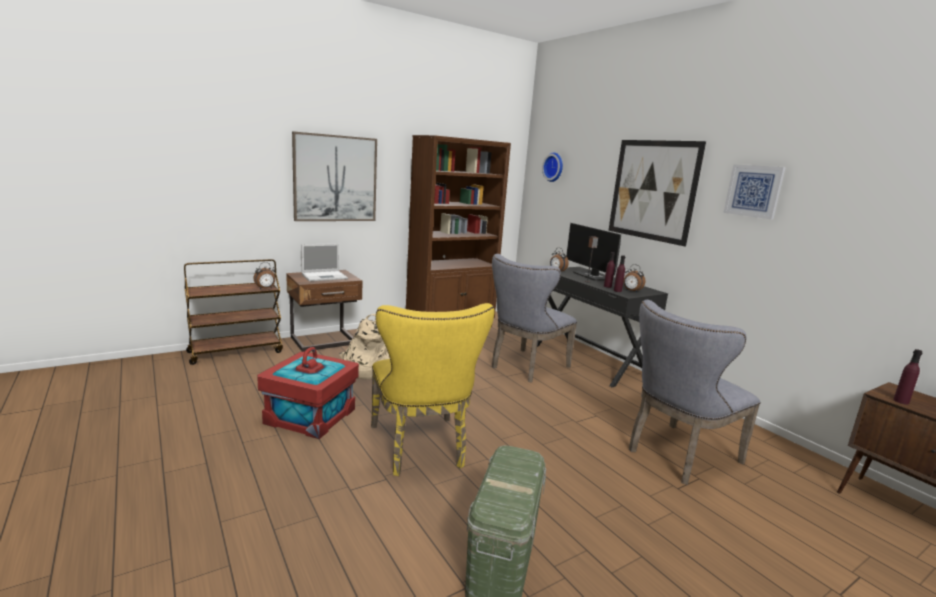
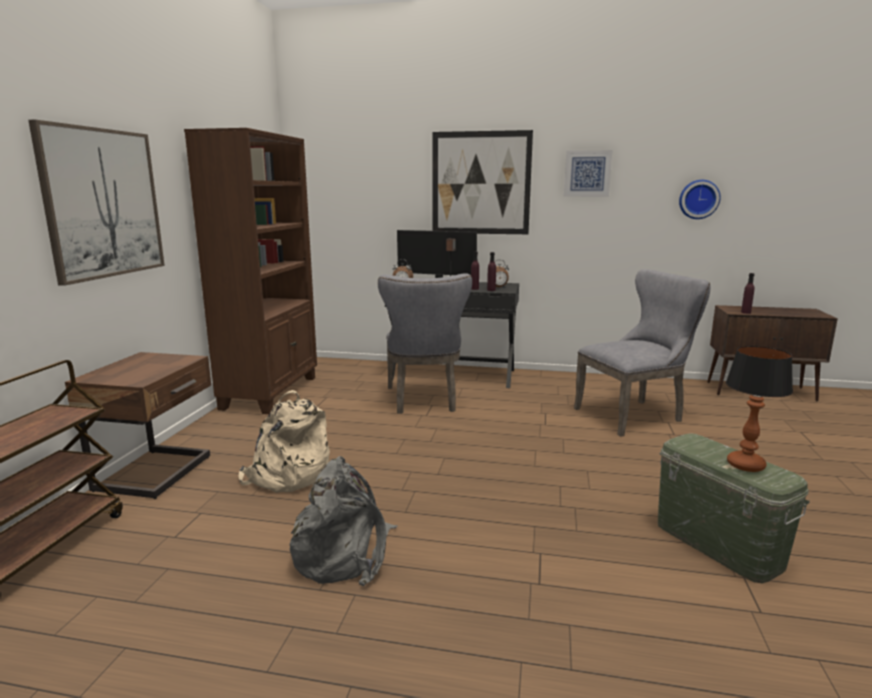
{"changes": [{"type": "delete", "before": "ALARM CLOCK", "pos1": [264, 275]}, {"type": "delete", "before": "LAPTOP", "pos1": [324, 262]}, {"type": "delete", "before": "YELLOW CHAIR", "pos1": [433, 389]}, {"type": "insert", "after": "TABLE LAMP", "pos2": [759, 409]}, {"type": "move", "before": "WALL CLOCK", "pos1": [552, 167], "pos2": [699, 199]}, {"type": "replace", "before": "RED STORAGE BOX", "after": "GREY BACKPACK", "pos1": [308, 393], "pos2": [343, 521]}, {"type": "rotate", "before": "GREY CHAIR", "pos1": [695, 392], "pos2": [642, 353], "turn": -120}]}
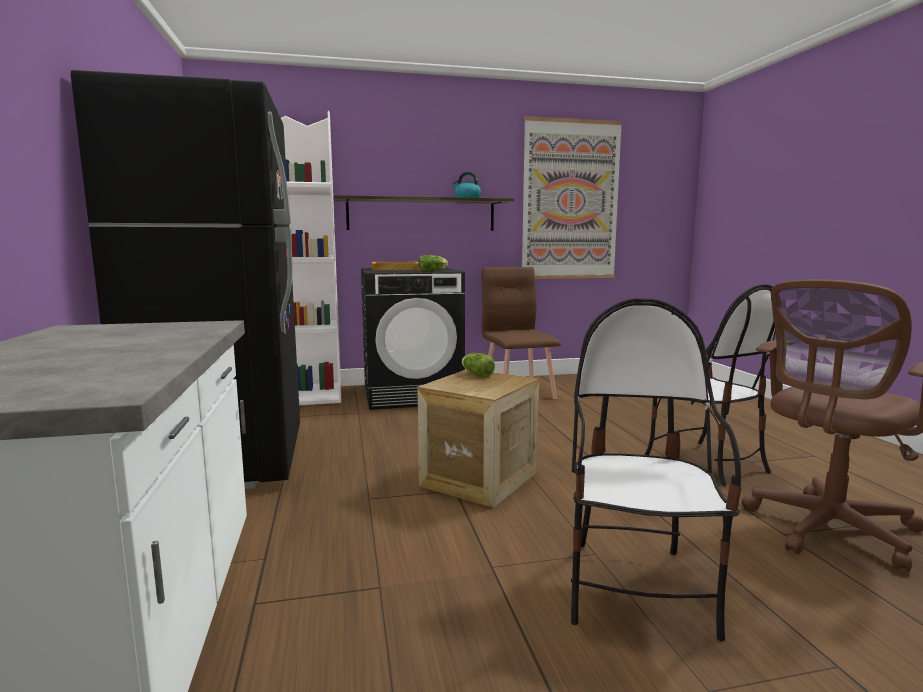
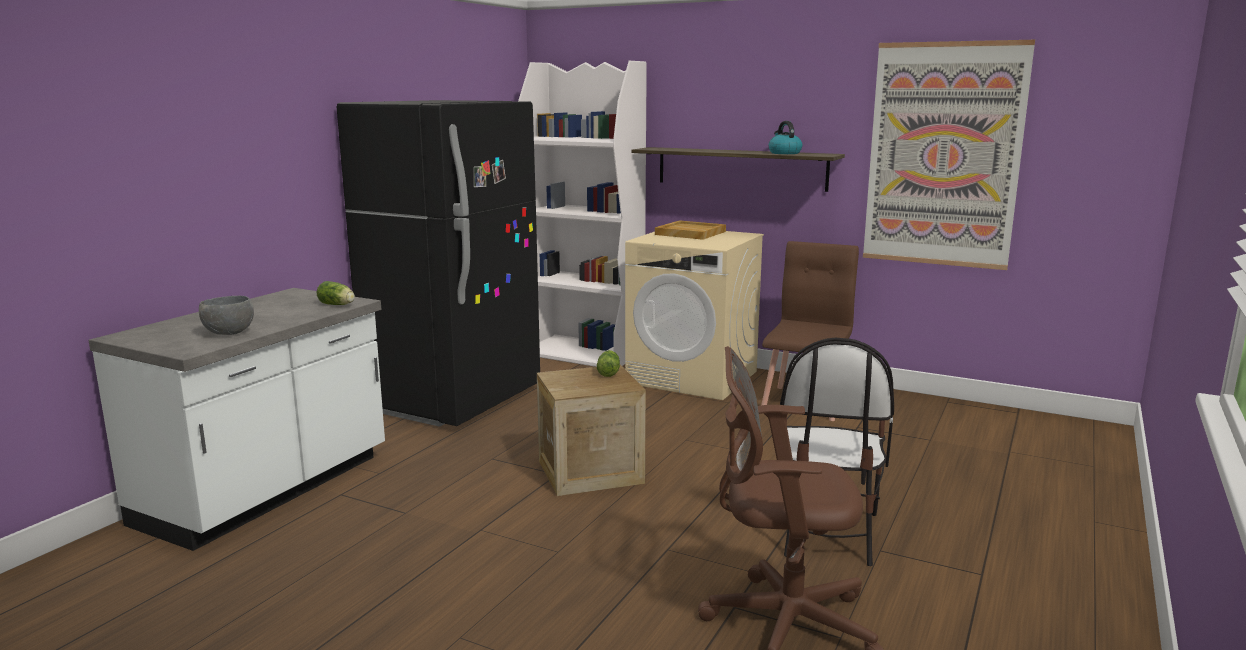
{"changes": [{"type": "delete", "before": "CHAIR", "pos1": [656, 469]}, {"type": "insert", "after": "GREY BOWL", "pos2": [226, 315]}, {"type": "move", "before": "LETTUCE", "pos1": [433, 263], "pos2": [336, 293]}, {"type": "recolor", "before": "BLACK WASHING MACHINE", "after": "BEIGE WASHING MACHINE", "pos1": [413, 339], "pos2": [694, 315]}]}
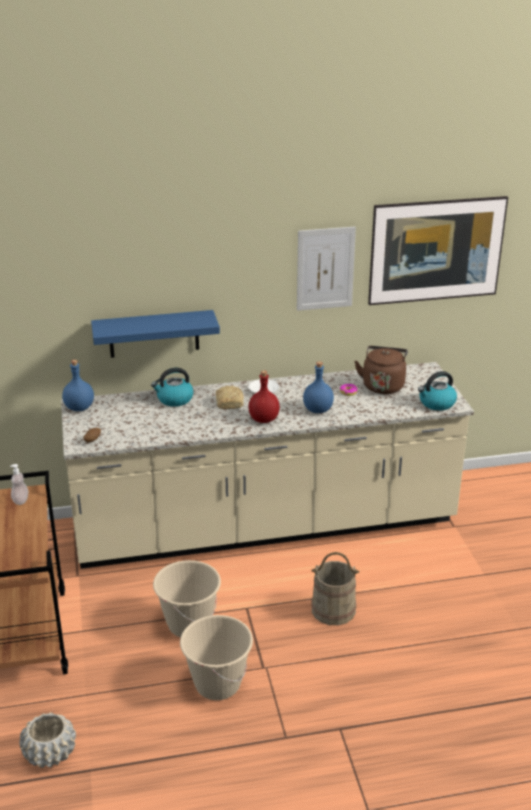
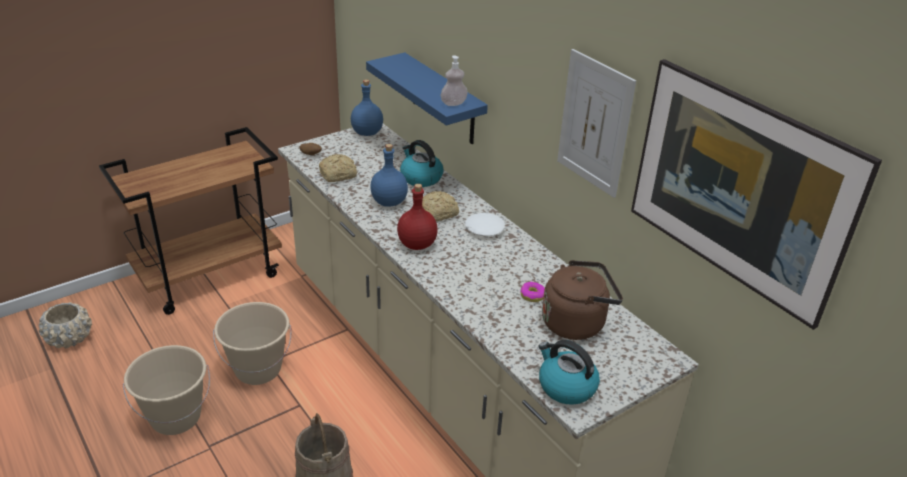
{"changes": [{"type": "insert", "after": "BREAD", "pos2": [338, 168]}, {"type": "move", "before": "SOAP DISPENSER", "pos1": [19, 484], "pos2": [454, 80]}, {"type": "move", "before": "BLUE BOTTLE", "pos1": [318, 387], "pos2": [389, 175]}]}
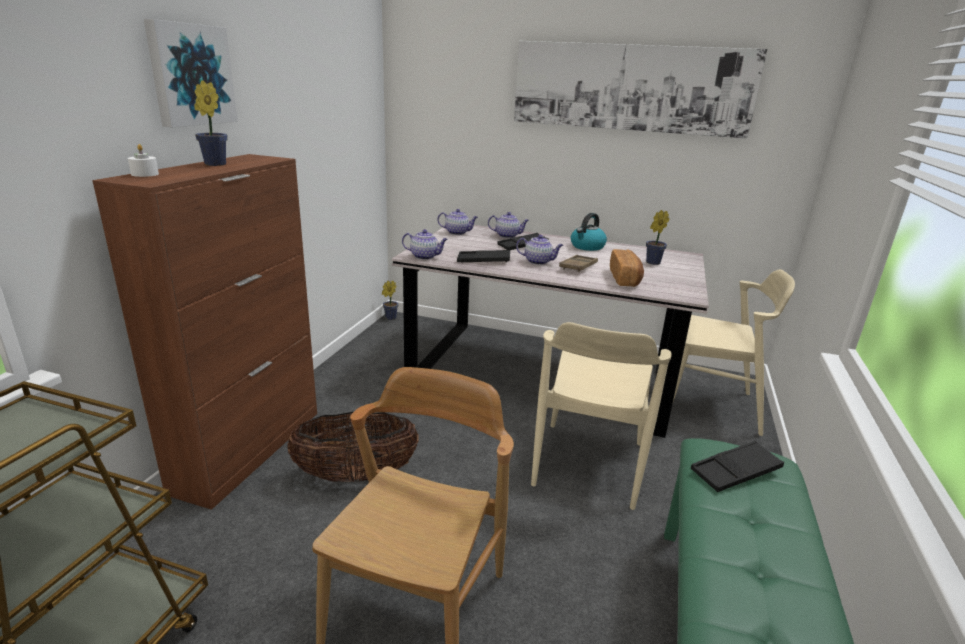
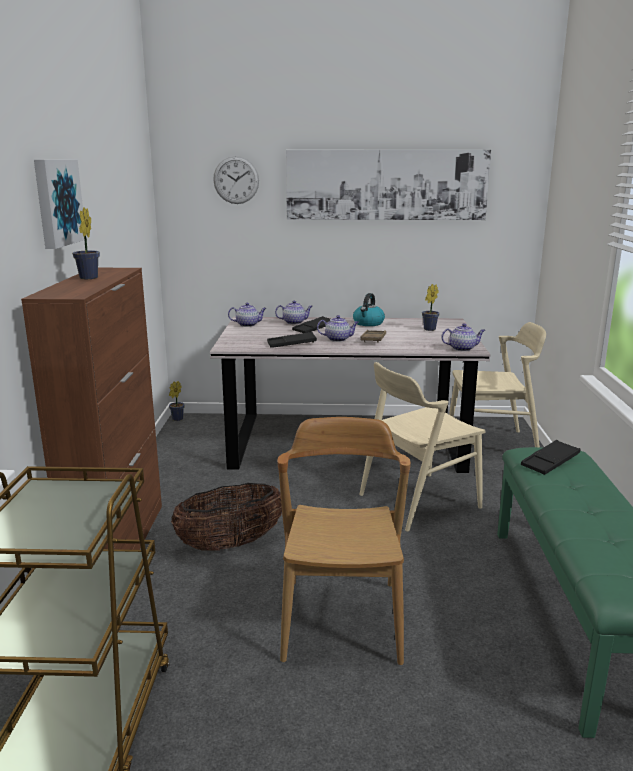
{"changes": [{"type": "delete", "before": "WHITE CANDLE", "pos1": [143, 160]}, {"type": "delete", "before": "BREAD", "pos1": [627, 268]}, {"type": "insert", "after": "WALL CLOCK", "pos2": [236, 180]}, {"type": "move", "before": "TEAPOT", "pos1": [425, 244], "pos2": [463, 337]}, {"type": "rotate", "before": "BEIGE CHAIR", "pos1": [601, 416], "pos2": [422, 447], "turn": 60}]}
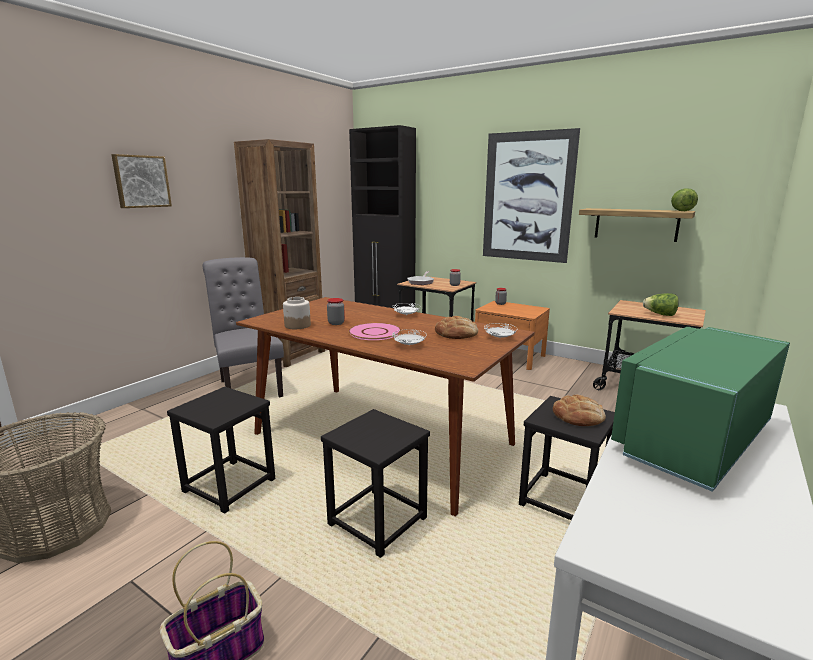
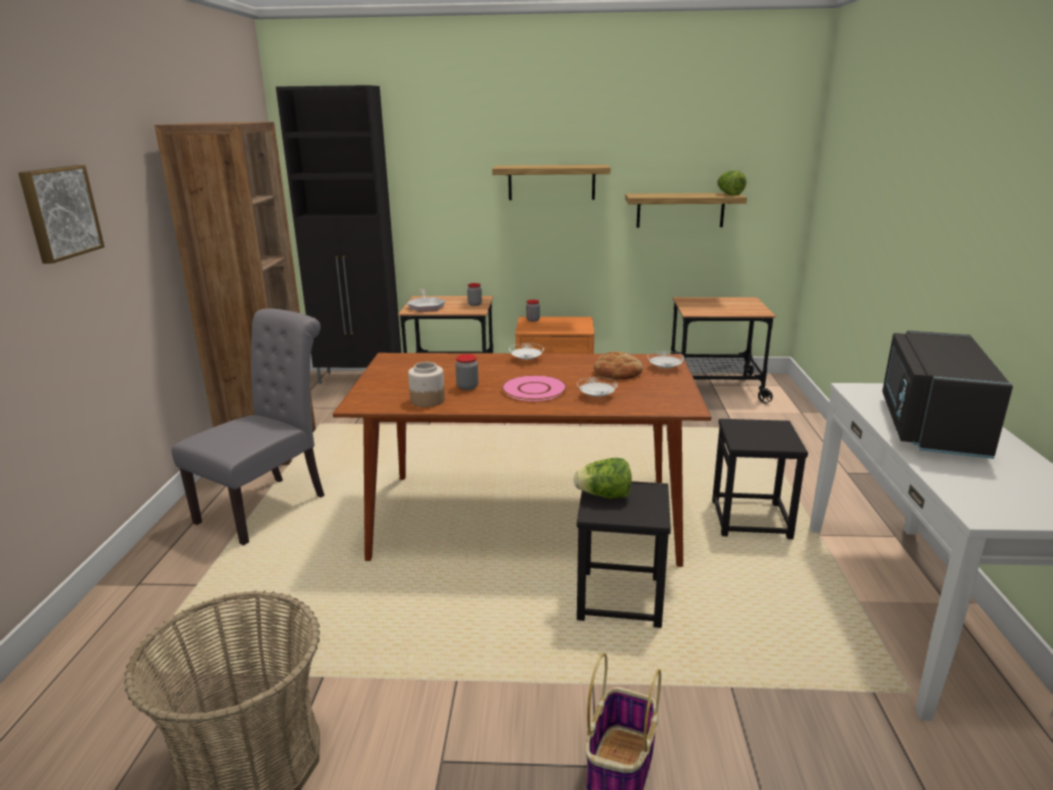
{"changes": [{"type": "delete", "before": "BLACK STOOL", "pos1": [221, 450]}, {"type": "delete", "before": "BREAD", "pos1": [579, 410]}, {"type": "move", "before": "LETTUCE", "pos1": [661, 304], "pos2": [602, 478]}, {"type": "replace", "before": "PICTURE", "after": "SHELF", "pos1": [531, 195], "pos2": [551, 182]}, {"type": "recolor", "before": "GREEN MICROWAVE", "after": "BLACK MICROWAVE", "pos1": [700, 409], "pos2": [947, 395]}, {"type": "rotate", "before": "GREY CHAIR", "pos1": [243, 327], "pos2": [248, 426], "turn": 90}]}
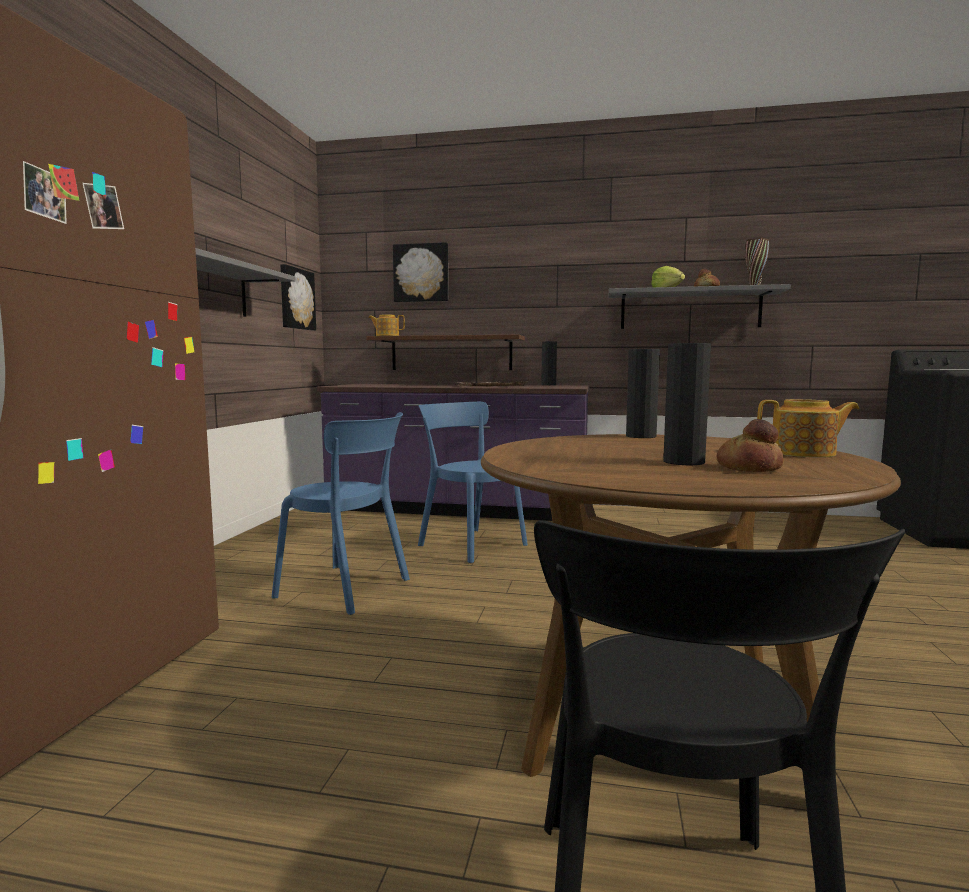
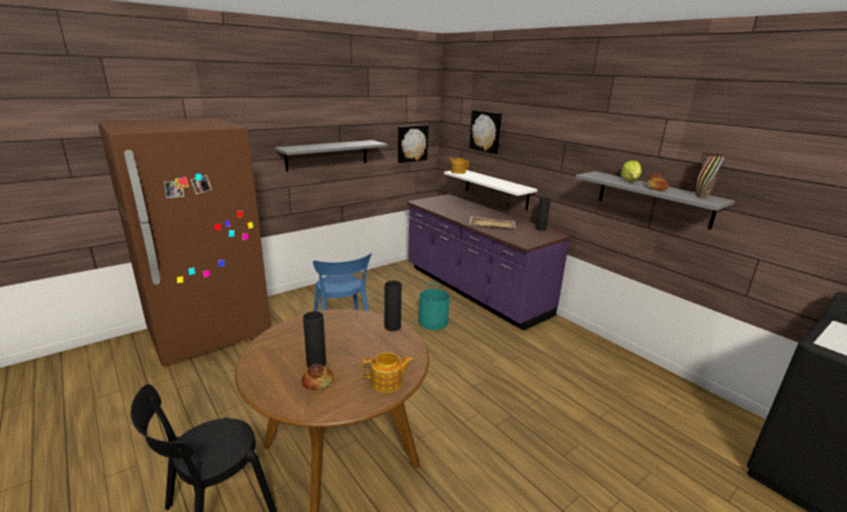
{"changes": [{"type": "replace", "before": "BLUE CHAIR", "after": "TURQUOISE BUCKET", "pos1": [473, 482], "pos2": [434, 306]}, {"type": "recolor", "before": "BROWN SHELF", "after": "WHITE SHELF", "pos1": [445, 352], "pos2": [490, 190]}, {"type": "rotate", "before": "TEAPOT", "pos1": [808, 428], "pos2": [387, 372], "turn": -60}]}
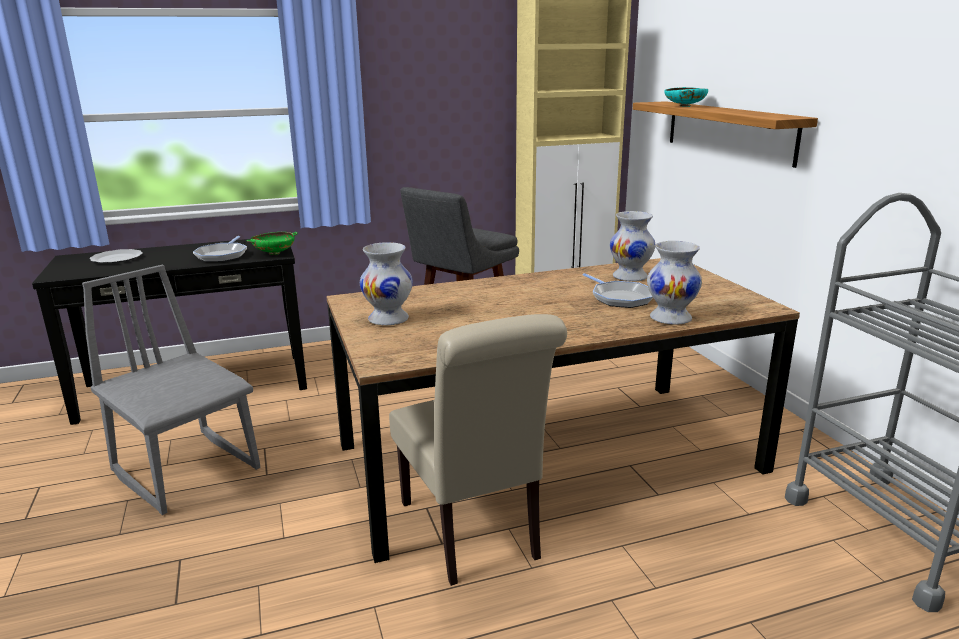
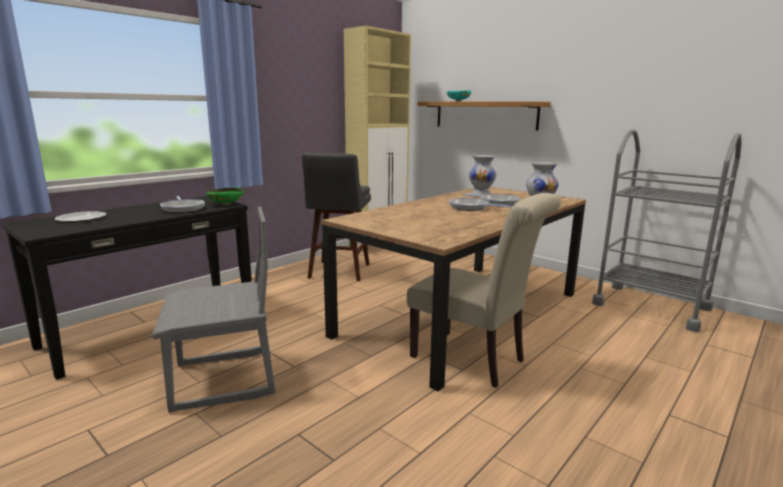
{"changes": [{"type": "delete", "before": "WHITE VASE", "pos1": [386, 284]}, {"type": "insert", "after": "FRYING PAN", "pos2": [481, 204]}, {"type": "rotate", "before": "GREY CHAIR", "pos1": [171, 390], "pos2": [213, 310], "turn": 150}]}
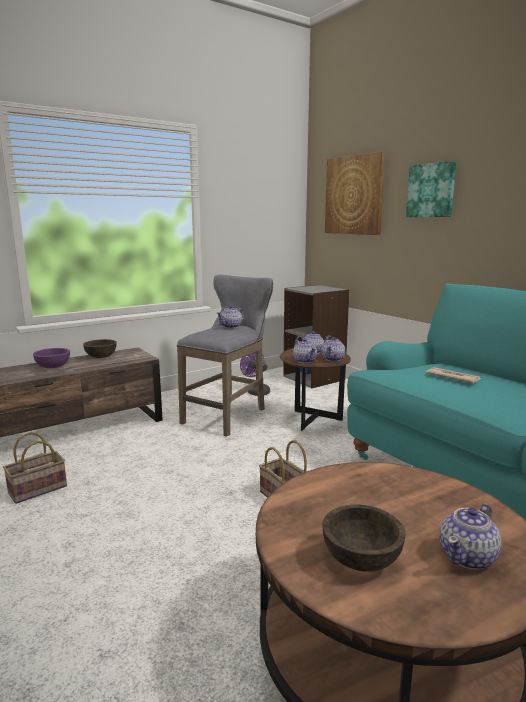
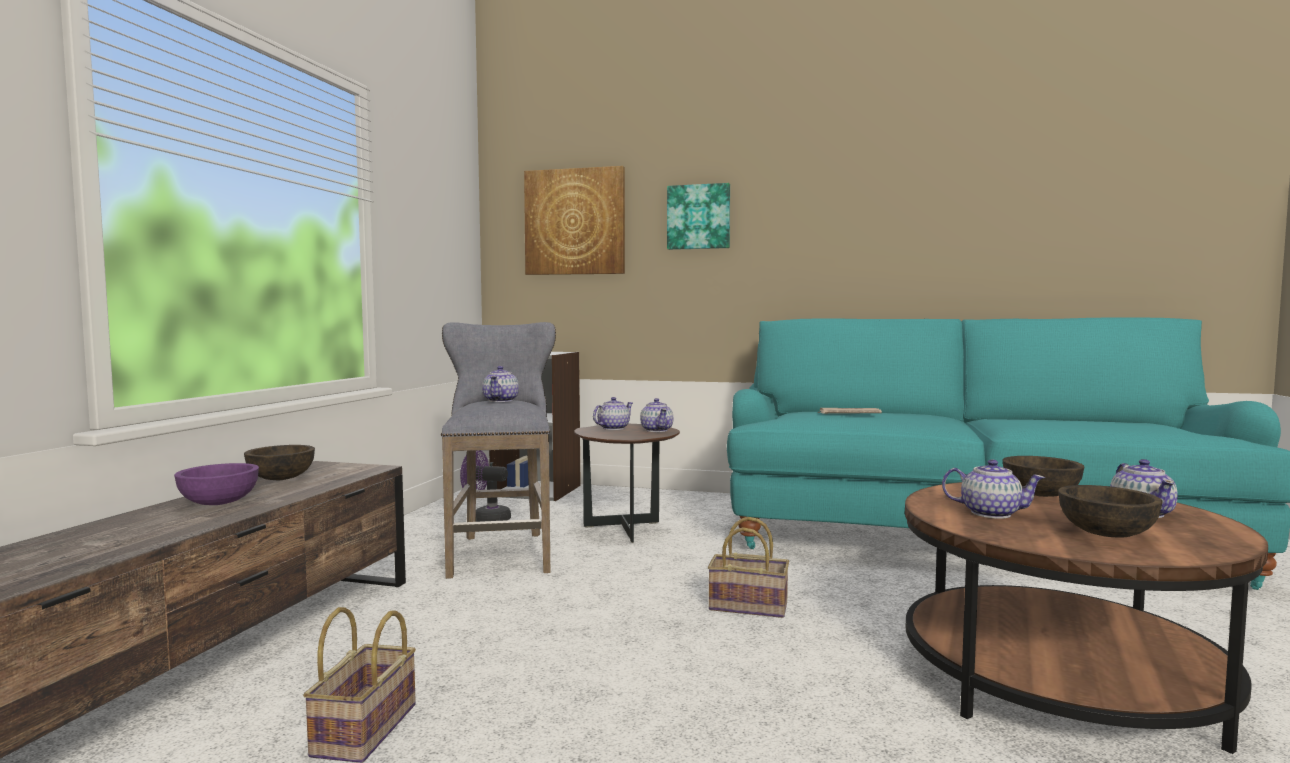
{"changes": [{"type": "insert", "after": "BROWN BOWL", "pos2": [1043, 476]}, {"type": "move", "before": "TEAPOT", "pos1": [305, 351], "pos2": [993, 489]}]}
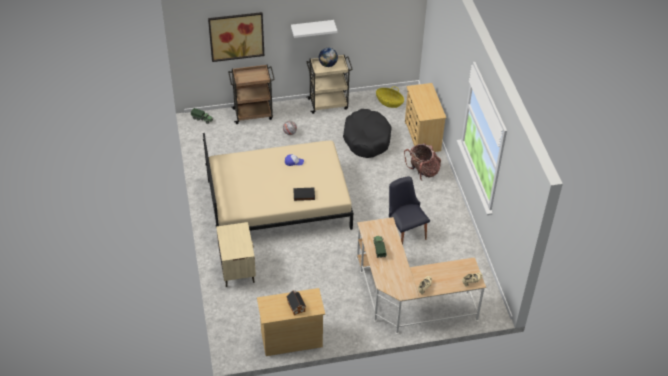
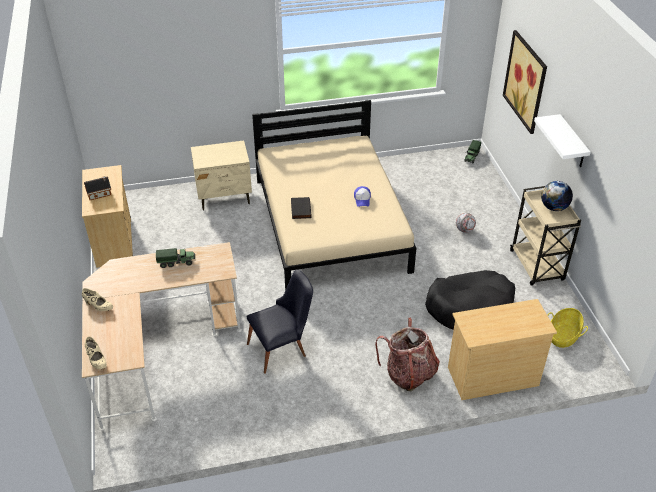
{"changes": [{"type": "delete", "before": "BROWN CART", "pos1": [251, 94]}]}
